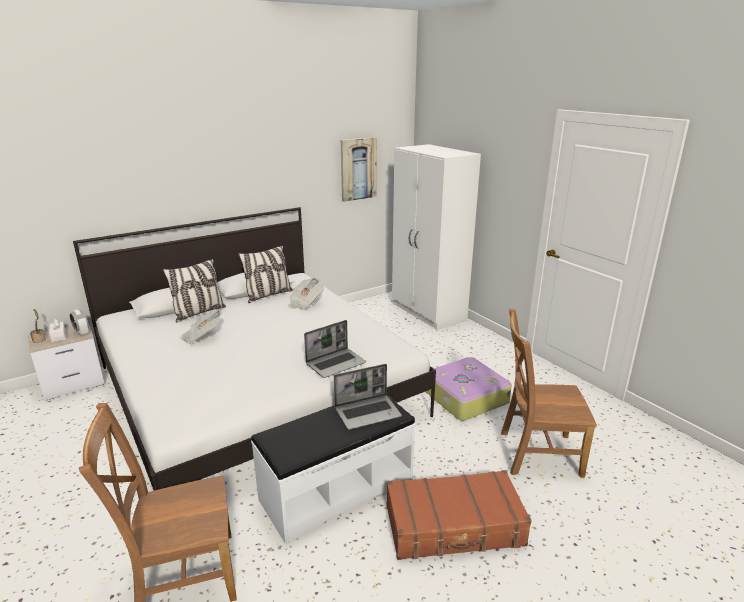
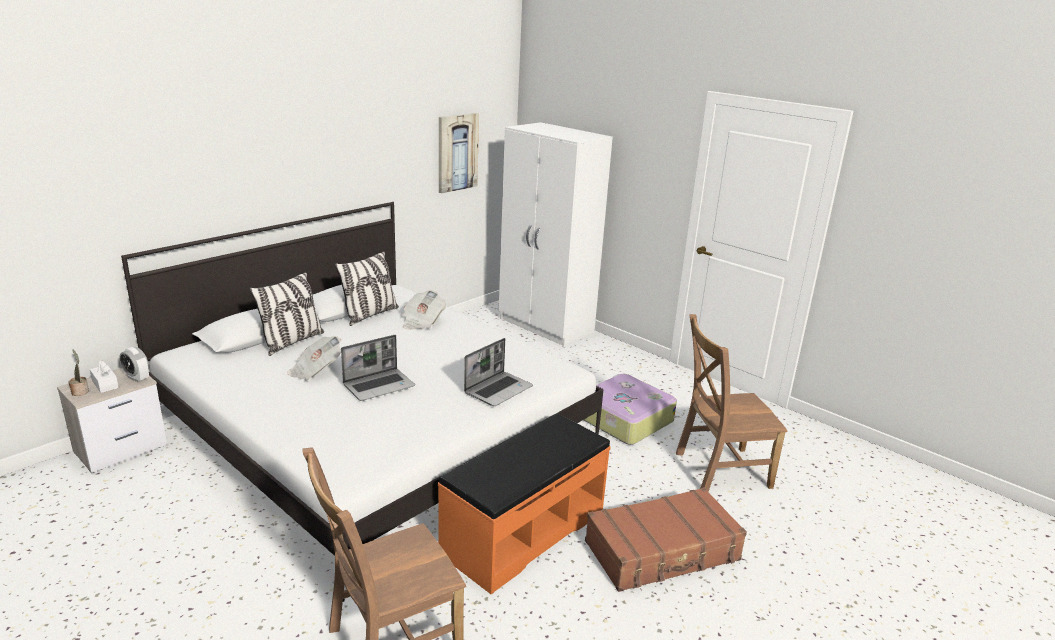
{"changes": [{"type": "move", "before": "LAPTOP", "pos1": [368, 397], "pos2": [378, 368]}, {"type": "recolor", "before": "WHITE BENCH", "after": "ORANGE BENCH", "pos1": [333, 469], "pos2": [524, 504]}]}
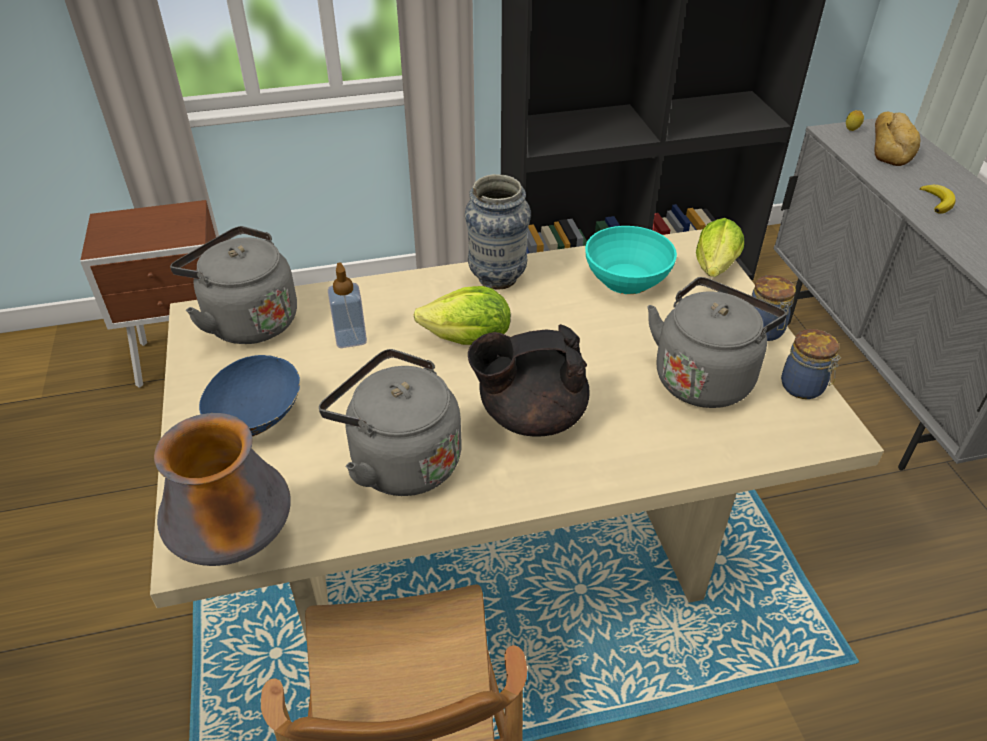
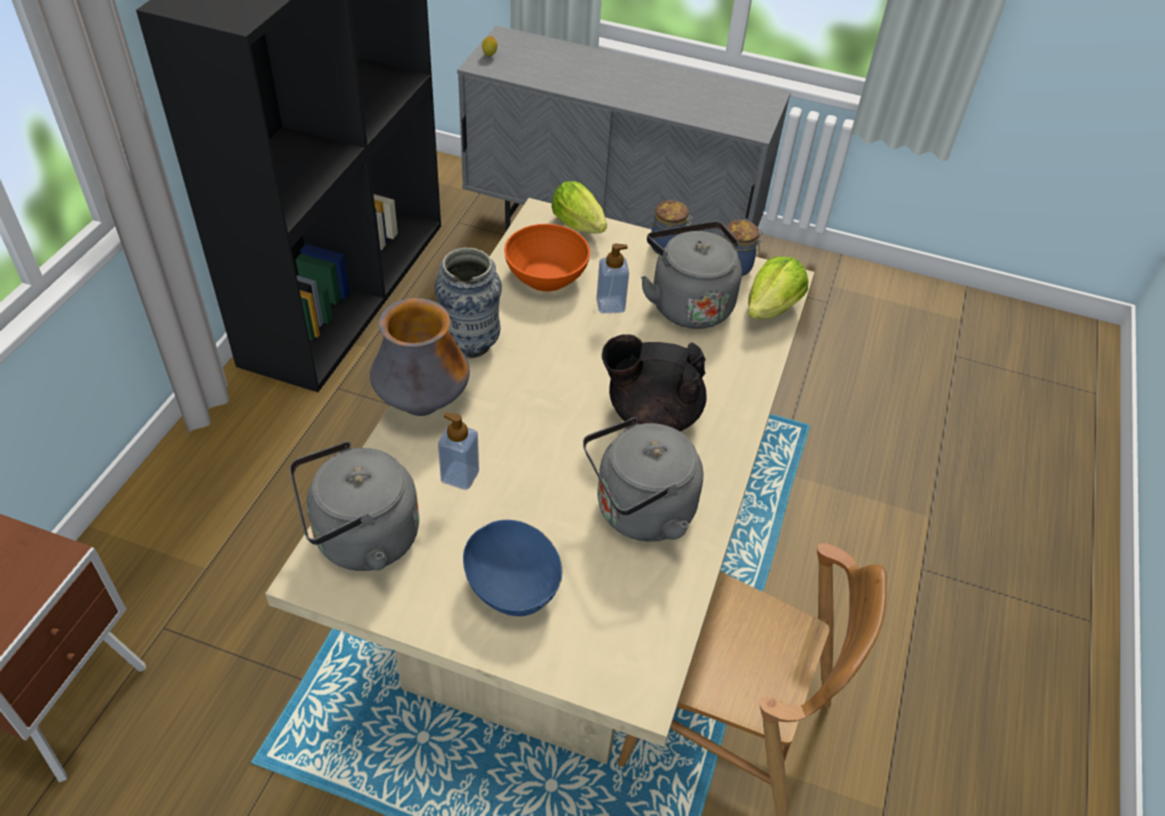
{"changes": [{"type": "delete", "before": "BREAD", "pos1": [897, 139]}, {"type": "delete", "before": "BANANA", "pos1": [937, 199]}, {"type": "insert", "after": "SOAP DISPENSER", "pos2": [612, 278]}, {"type": "move", "before": "VASE", "pos1": [222, 489], "pos2": [420, 357]}, {"type": "move", "before": "LETTUCE", "pos1": [462, 315], "pos2": [778, 287]}, {"type": "recolor", "before": "TURQUOISE BOWL", "after": "ORANGE BOWL", "pos1": [631, 260], "pos2": [547, 258]}, {"type": "rotate", "before": "BLACK TEAPOT", "pos1": [529, 380], "pos2": [654, 383], "turn": 75}]}
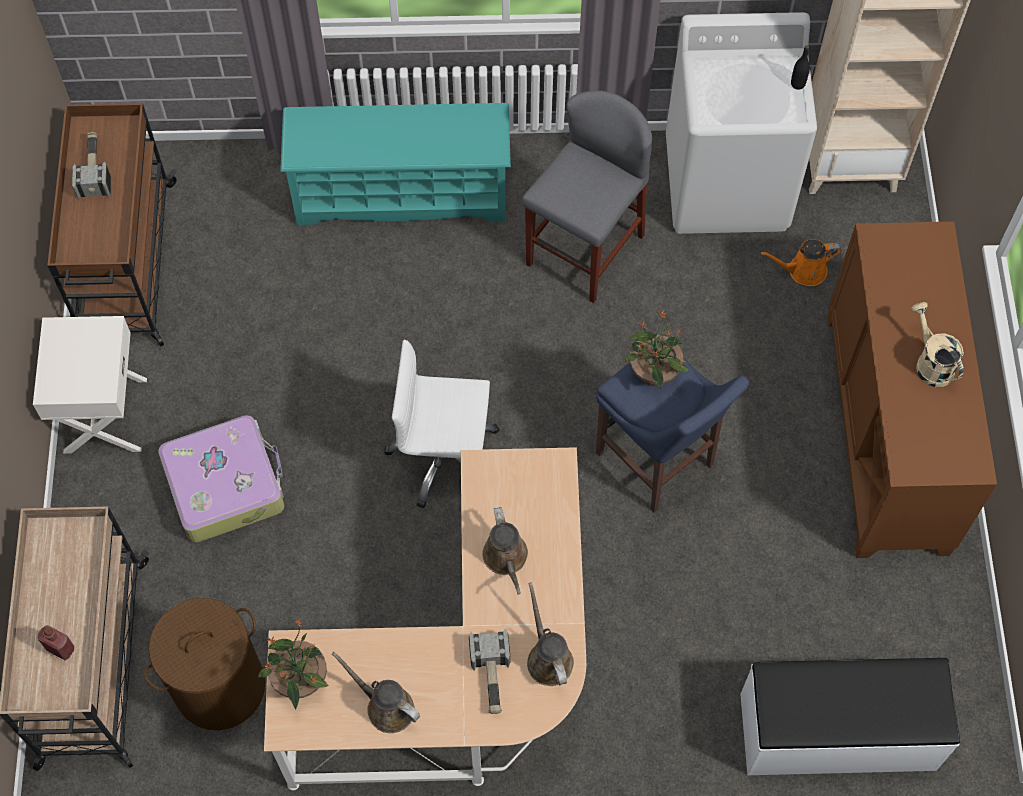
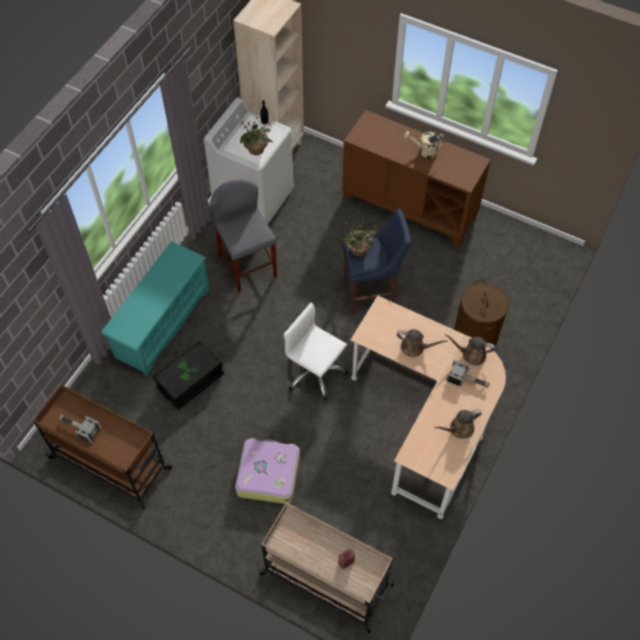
{"changes": [{"type": "delete", "before": "WHITE NIGHTSTAND", "pos1": [90, 385]}, {"type": "delete", "before": "WHITE BENCH", "pos1": [850, 716]}, {"type": "delete", "before": "ORANGE WATERING CAN", "pos1": [801, 262]}, {"type": "insert", "after": "BLACK STORAGE BOX", "pos2": [188, 375]}, {"type": "move", "before": "BROWN LAUNDRY BASKET", "pos1": [204, 664], "pos2": [481, 314]}, {"type": "move", "before": "POTTED PLANT", "pos1": [293, 664], "pos2": [256, 136]}, {"type": "rotate", "before": "WHITE OFFICE CHAIR", "pos1": [441, 424], "pos2": [315, 351], "turn": 90}]}
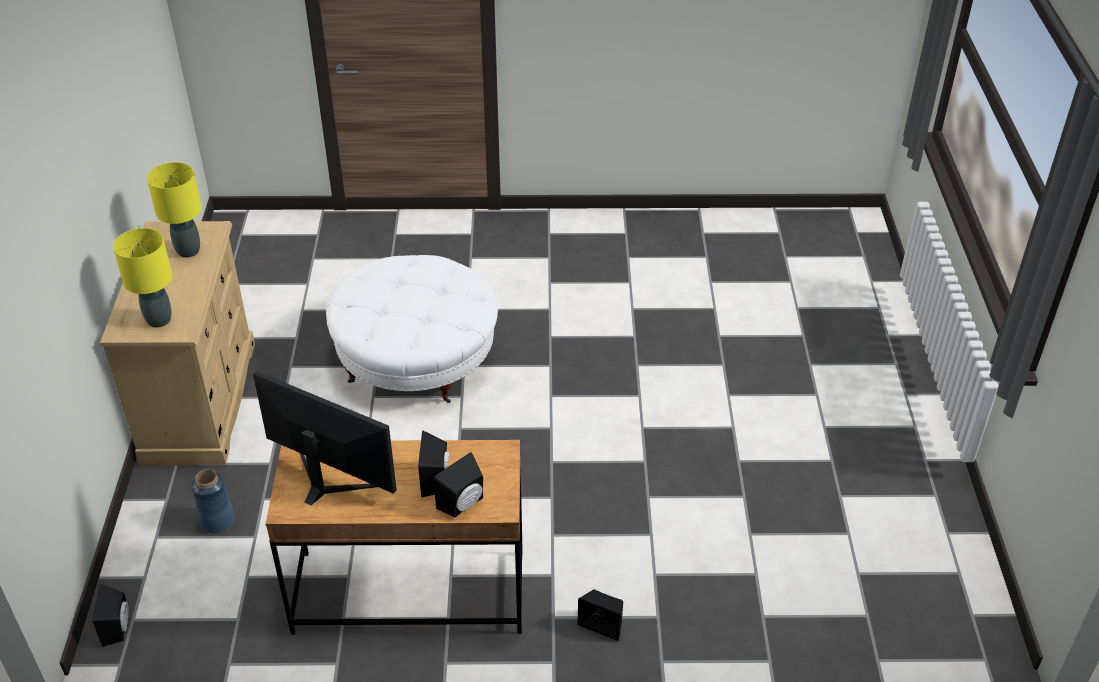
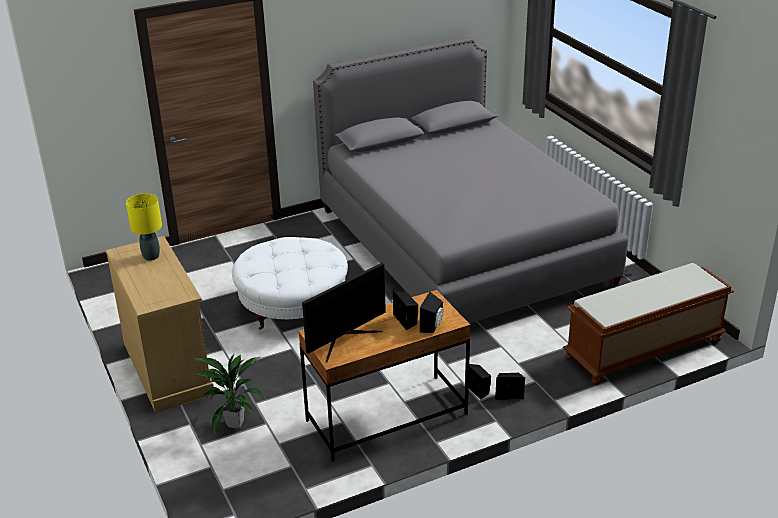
{"changes": [{"type": "delete", "before": "YELLOW TABLE LAMP", "pos1": [142, 278]}, {"type": "insert", "after": "GREY BED", "pos2": [470, 179]}, {"type": "insert", "after": "BROWN BENCH", "pos2": [648, 324]}, {"type": "move", "before": "BLACK SPEAKER", "pos1": [110, 615], "pos2": [478, 382]}, {"type": "replace", "before": "BLUE VASE", "after": "POTTED PLANT", "pos1": [213, 501], "pos2": [230, 394]}, {"type": "rotate", "before": "MONITOR", "pos1": [325, 438], "pos2": [344, 313], "turn": 135}]}
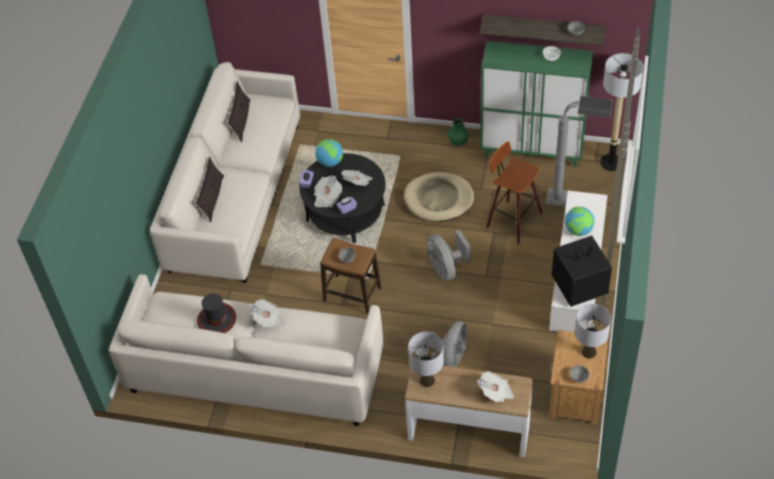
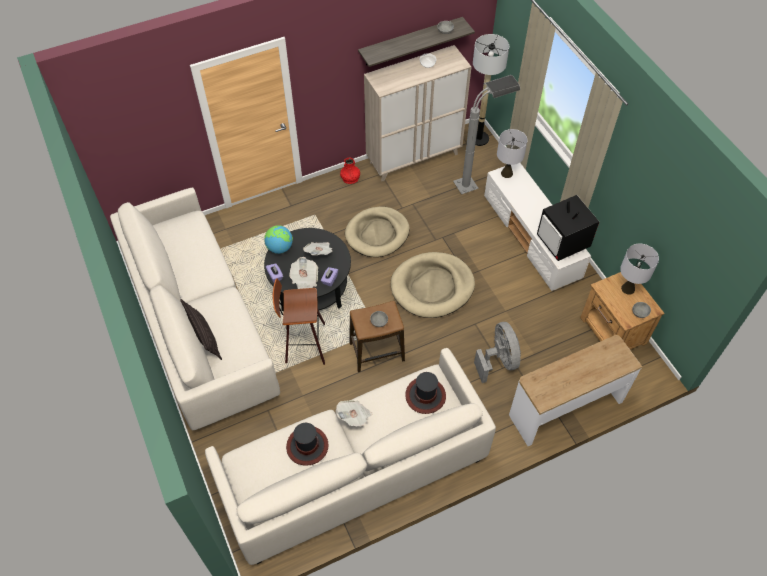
{"changes": [{"type": "delete", "before": "PILLOW", "pos1": [239, 112]}, {"type": "delete", "before": "NEWSPAPER", "pos1": [495, 386]}, {"type": "delete", "before": "GLOBE", "pos1": [579, 221]}, {"type": "insert", "after": "HAT", "pos2": [425, 393]}, {"type": "move", "before": "GREY TABLE LAMP", "pos1": [426, 359], "pos2": [512, 153]}, {"type": "move", "before": "STOOL", "pos1": [514, 193], "pos2": [299, 322]}, {"type": "replace", "before": "GREY FAN", "after": "BEIGE DOG BED", "pos1": [449, 255], "pos2": [433, 285]}, {"type": "recolor", "before": "GREEN VASE", "after": "RED VASE", "pos1": [458, 132], "pos2": [350, 171]}, {"type": "recolor", "before": "GREEN CABINET", "after": "BEIGE CABINET", "pos1": [536, 104], "pos2": [417, 113]}, {"type": "rotate", "before": "TELEVISION", "pos1": [582, 271], "pos2": [568, 228], "turn": -60}]}
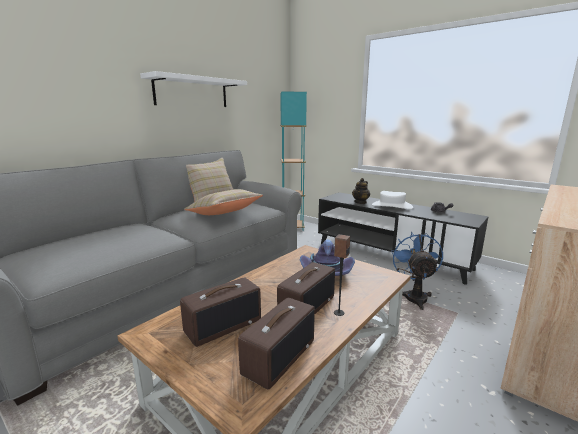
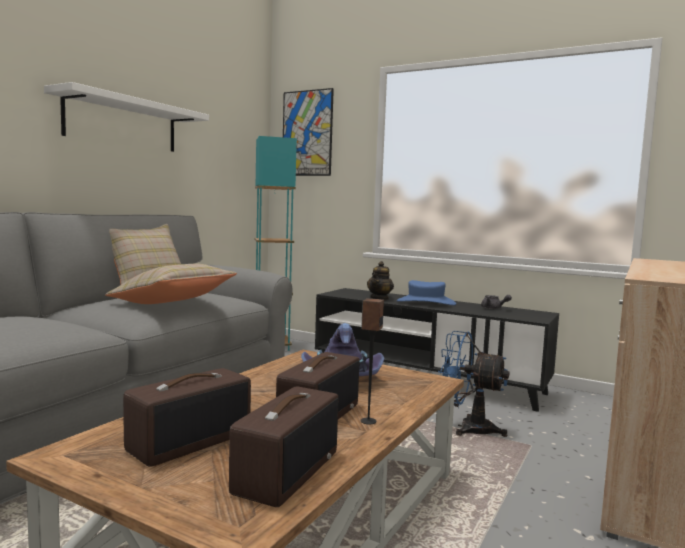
{"changes": [{"type": "insert", "after": "PICTURE", "pos2": [308, 132]}, {"type": "recolor", "before": "WHITE HAT", "after": "BLUE HAT", "pos1": [392, 200], "pos2": [426, 292]}, {"type": "rotate", "before": "BLUE FAN", "pos1": [417, 271], "pos2": [473, 384], "turn": -60}]}
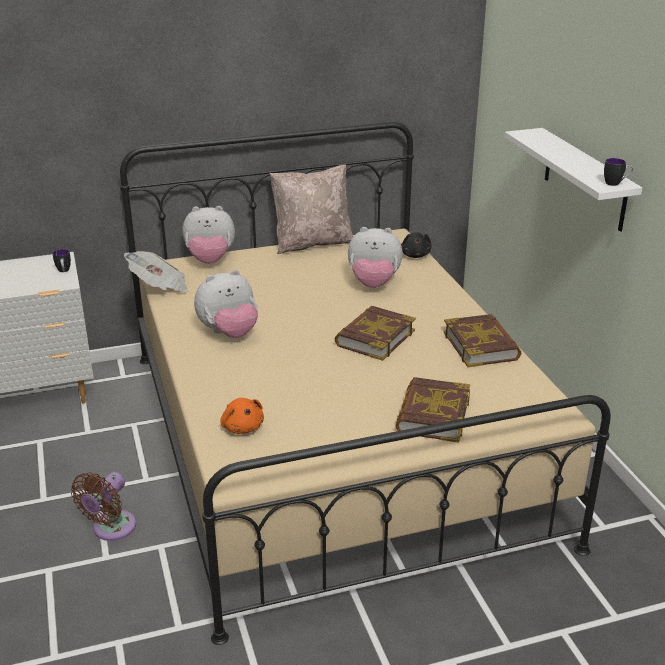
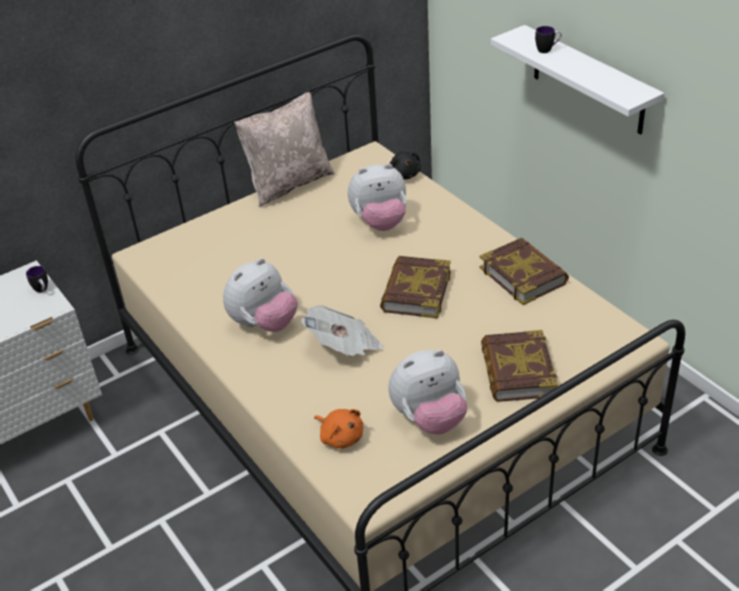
{"changes": [{"type": "delete", "before": "BROWN FAN", "pos1": [103, 506]}, {"type": "move", "before": "NEWSPAPER", "pos1": [156, 271], "pos2": [342, 330]}, {"type": "move", "before": "PLUSH TOY", "pos1": [208, 235], "pos2": [427, 392]}, {"type": "move", "before": "MUG", "pos1": [618, 172], "pos2": [548, 39]}]}
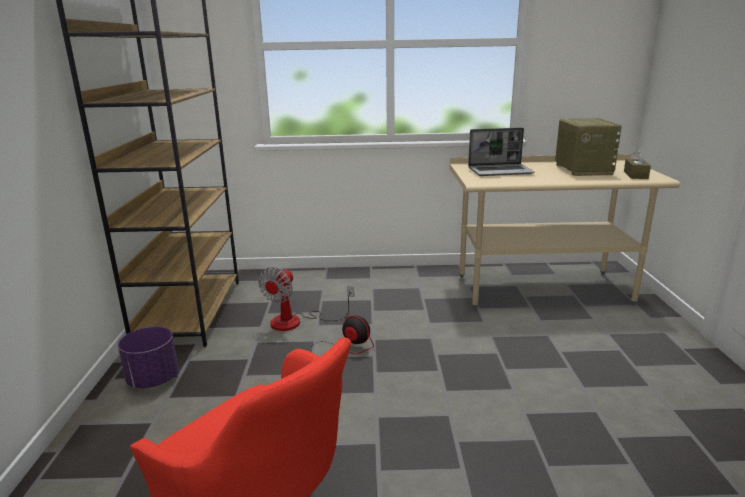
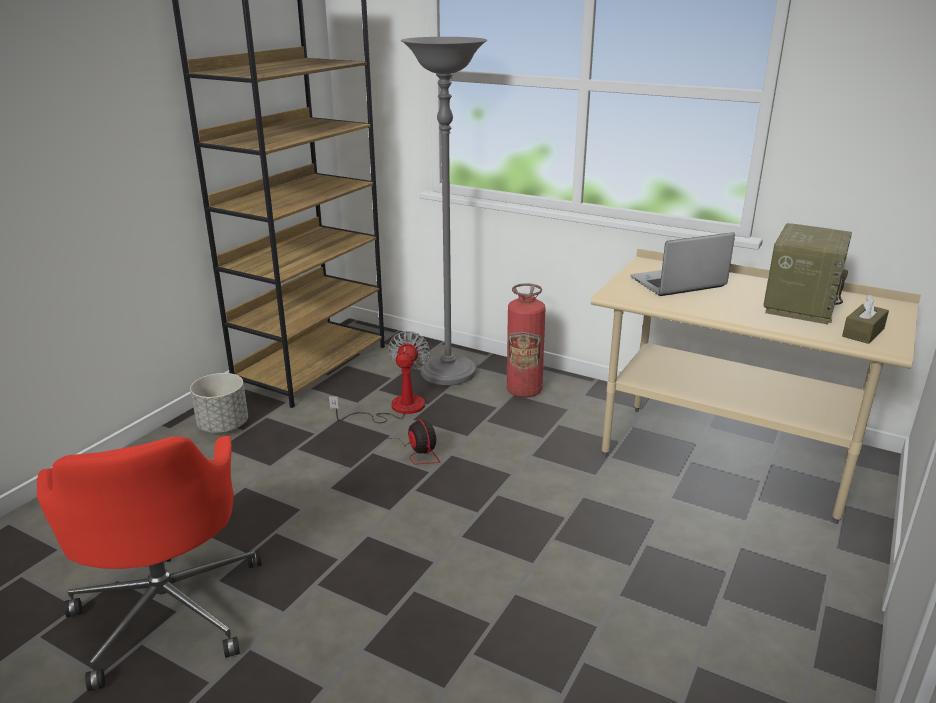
{"changes": [{"type": "insert", "after": "GREY FLOOR LAMP", "pos2": [444, 211]}, {"type": "insert", "after": "FIRE EXTINGUISHER", "pos2": [526, 340]}, {"type": "recolor", "before": "PURPLE PLANTER", "after": "GREY PLANTER", "pos1": [148, 357], "pos2": [219, 403]}, {"type": "rotate", "before": "FAN", "pos1": [306, 299], "pos2": [379, 377], "turn": 135}, {"type": "rotate", "before": "LAPTOP", "pos1": [501, 152], "pos2": [682, 264], "turn": 135}]}
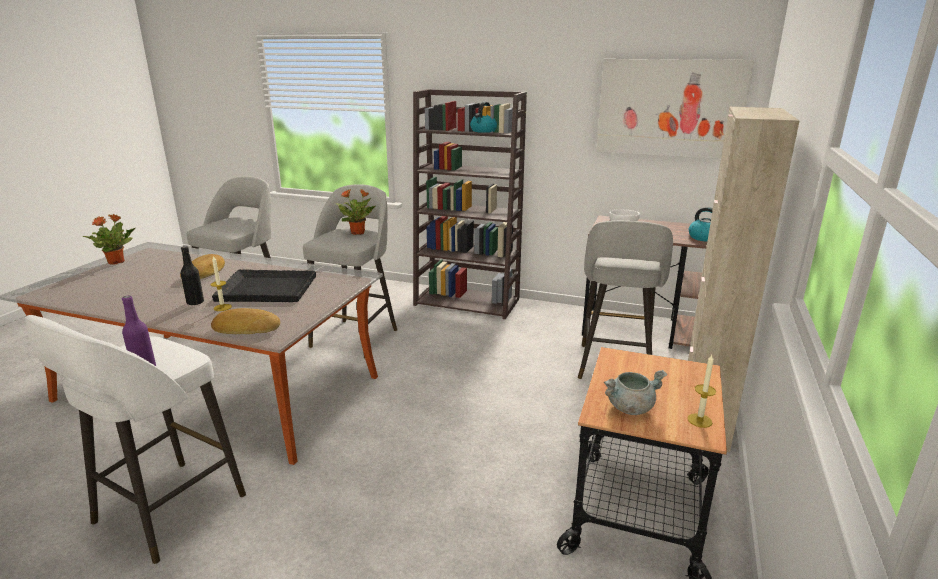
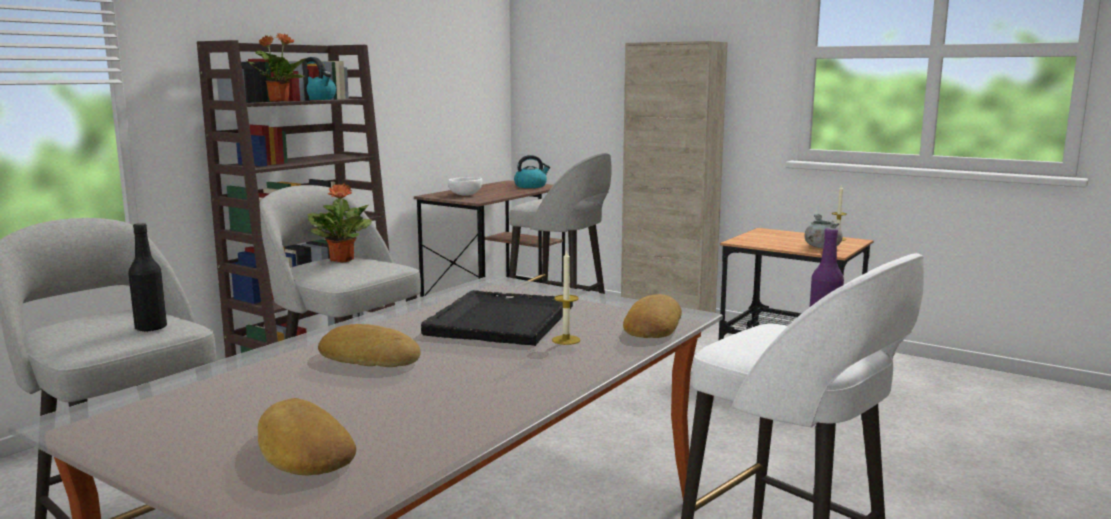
{"changes": [{"type": "delete", "before": "PICTURE", "pos1": [675, 109]}, {"type": "insert", "after": "BREAD", "pos2": [307, 437]}, {"type": "move", "before": "POTTED PLANT", "pos1": [109, 239], "pos2": [275, 67]}, {"type": "move", "before": "BLACK BOTTLE", "pos1": [192, 275], "pos2": [147, 277]}]}
